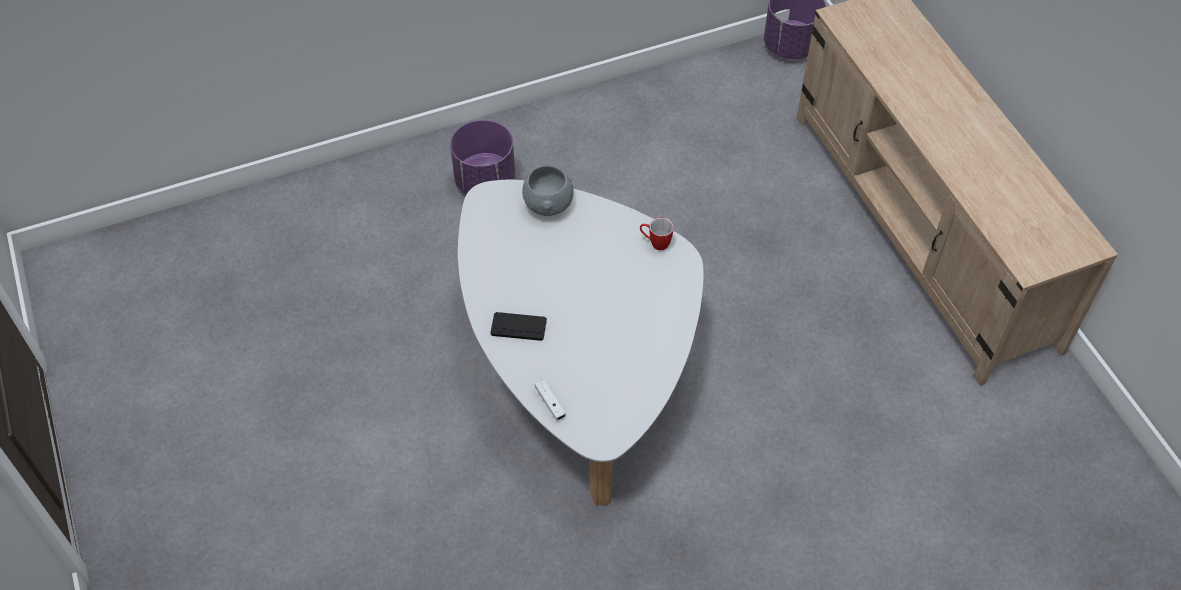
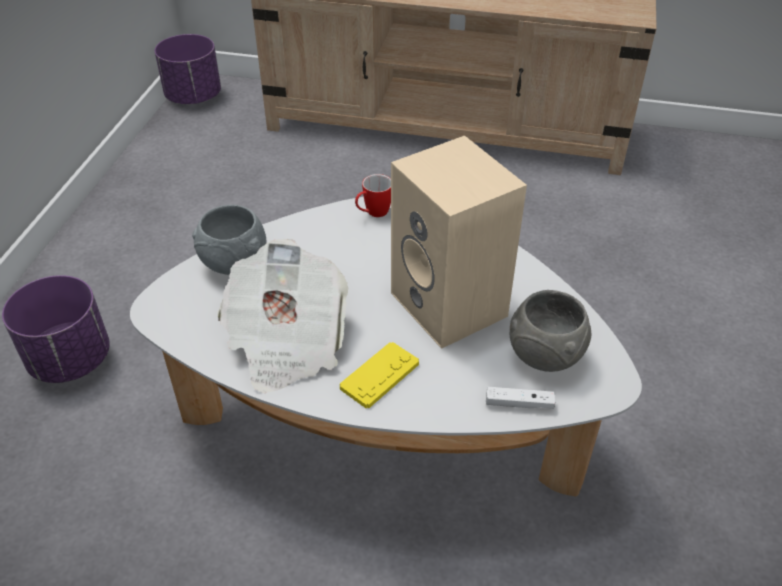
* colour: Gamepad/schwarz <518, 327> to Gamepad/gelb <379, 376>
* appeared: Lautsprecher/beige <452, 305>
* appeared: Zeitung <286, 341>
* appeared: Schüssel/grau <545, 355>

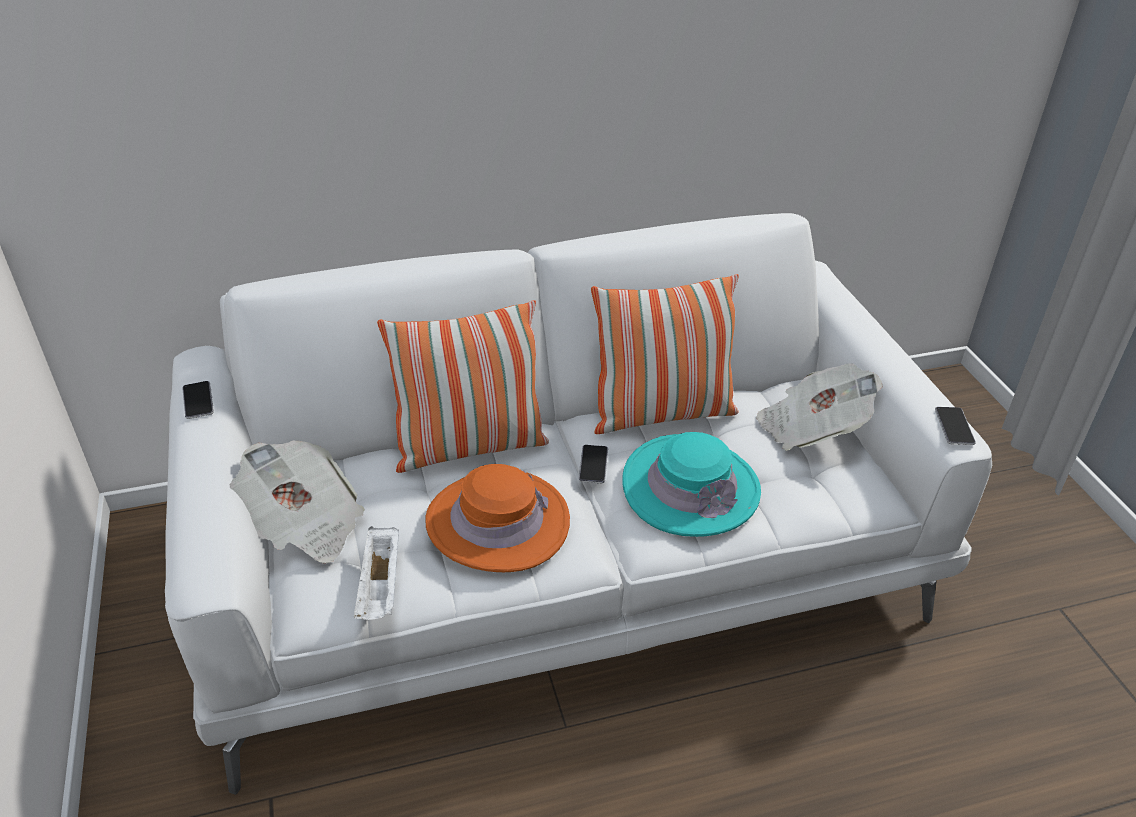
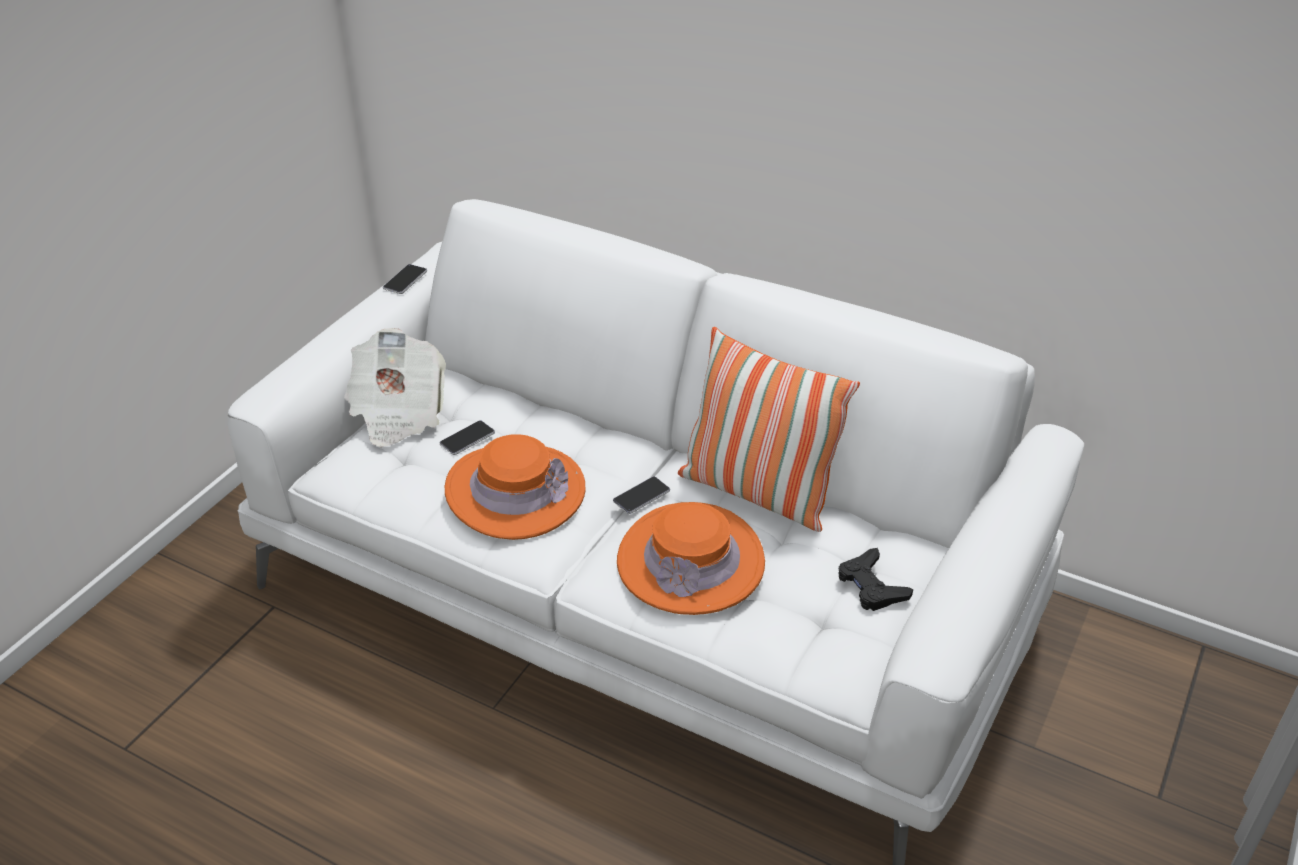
* missing: Kissen <470, 446>
* exchanged: Zeitung <811, 428> to Gamepad/schwarz <871, 586>
* relocated: Handy <954, 427> to <467, 438>
* colour: Hut/türkis <690, 487> to Hut/orange <691, 561>
* missing: Tablett/weiß <381, 587>

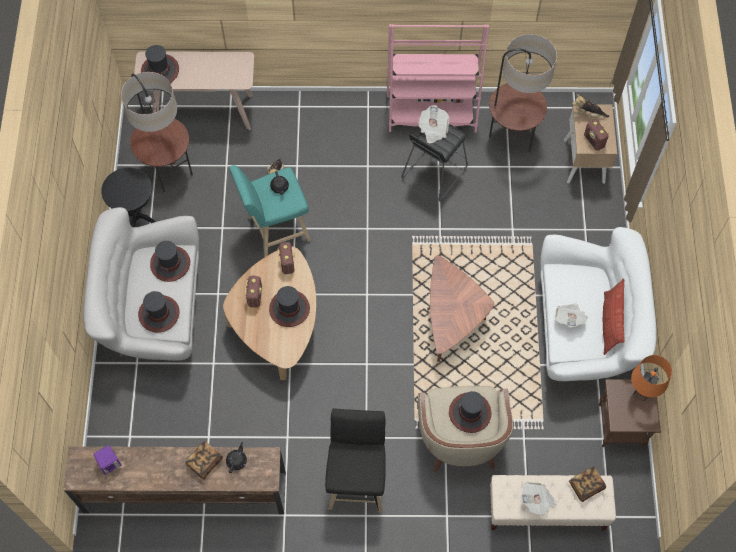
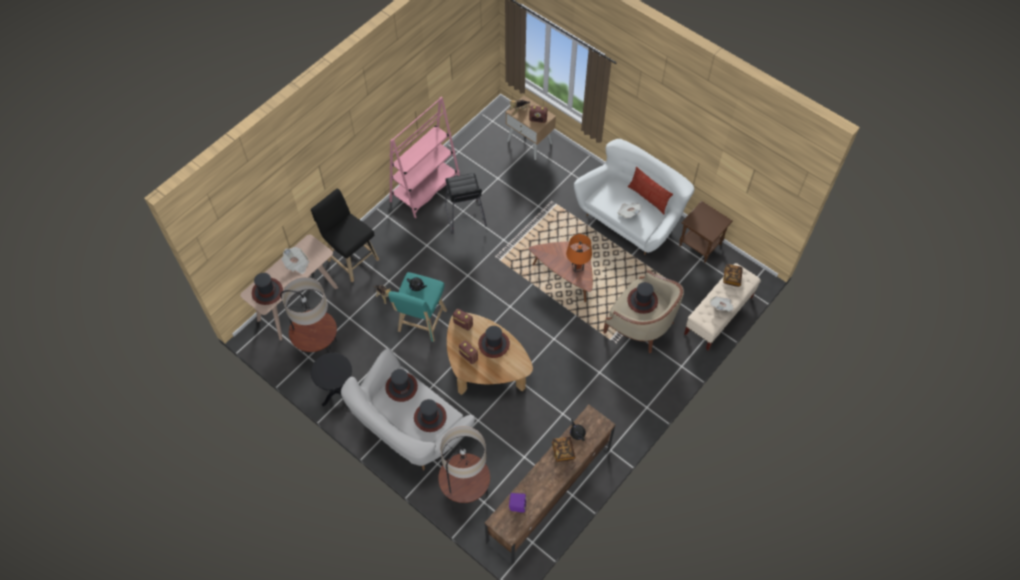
* relocated: Stehlampe <511, 137> to <466, 495>
* relocated: Zeitung <433, 129> to <297, 264>
* relocated: Tischlampe/orange <642, 392> to <577, 267>
* relocated: Hocker/schwarz <357, 480> to <351, 258>

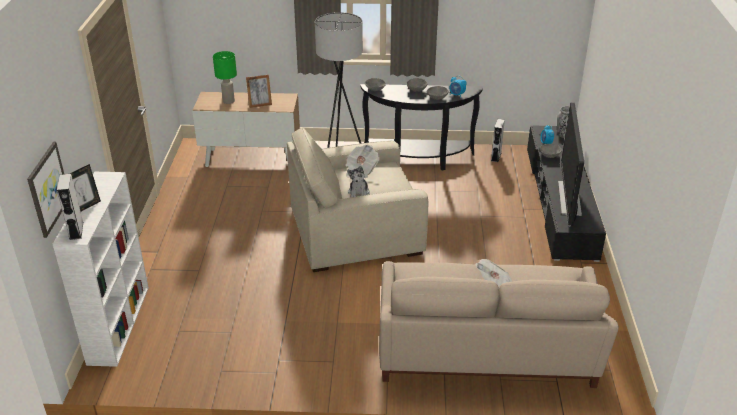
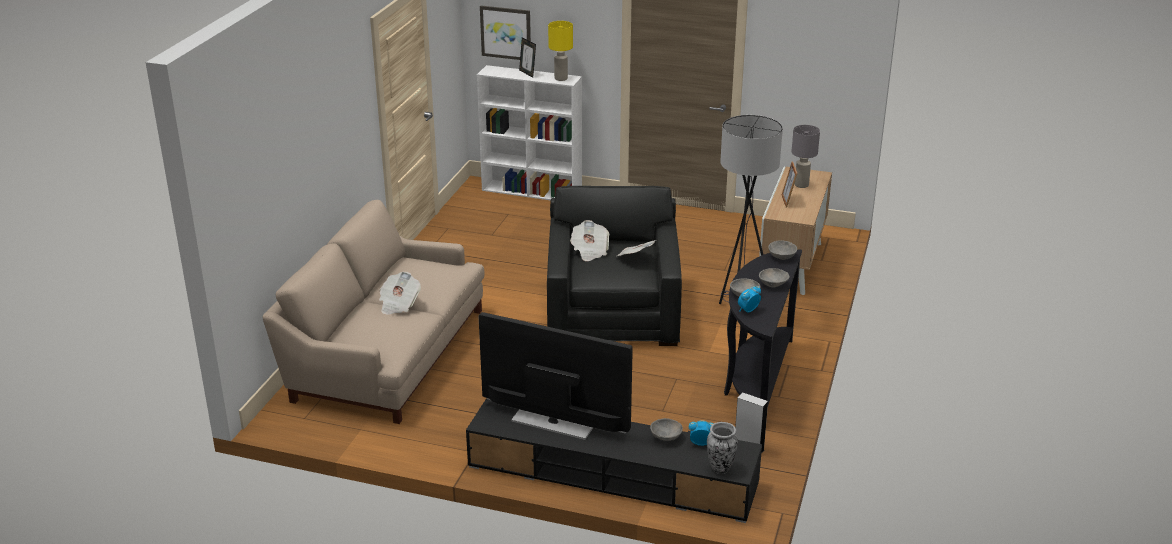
* colour: Tischlampe/grün <228, 101> to Tischlampe/grau <801, 185>
* colour: Sessel/beige <355, 231> to Sessel/schwarz <612, 311>
* exchanged: Plüschtier <359, 193> to Zeitung <590, 251>
* missing: Lautsprecher/grau <76, 230>
* appeared: Tischlampe/gelb <560, 78>

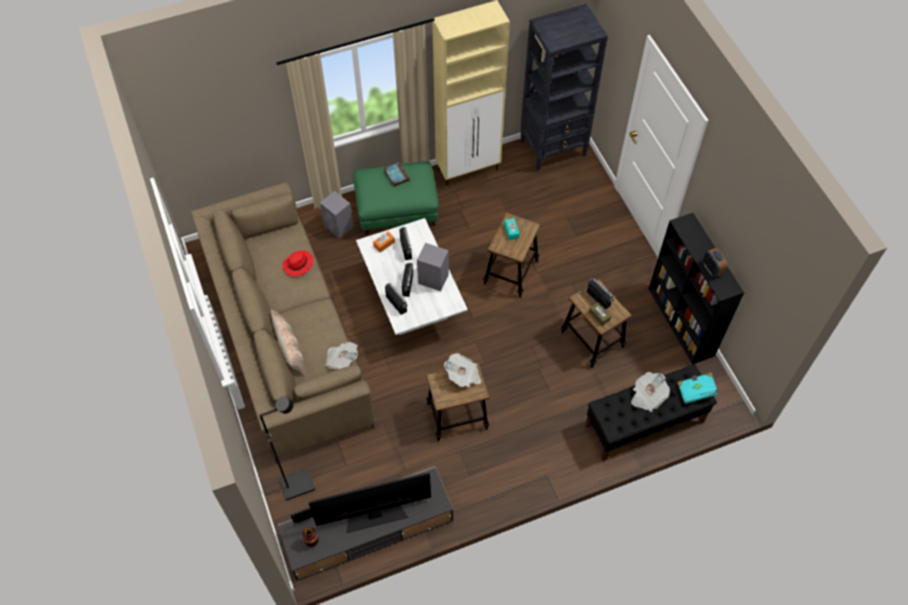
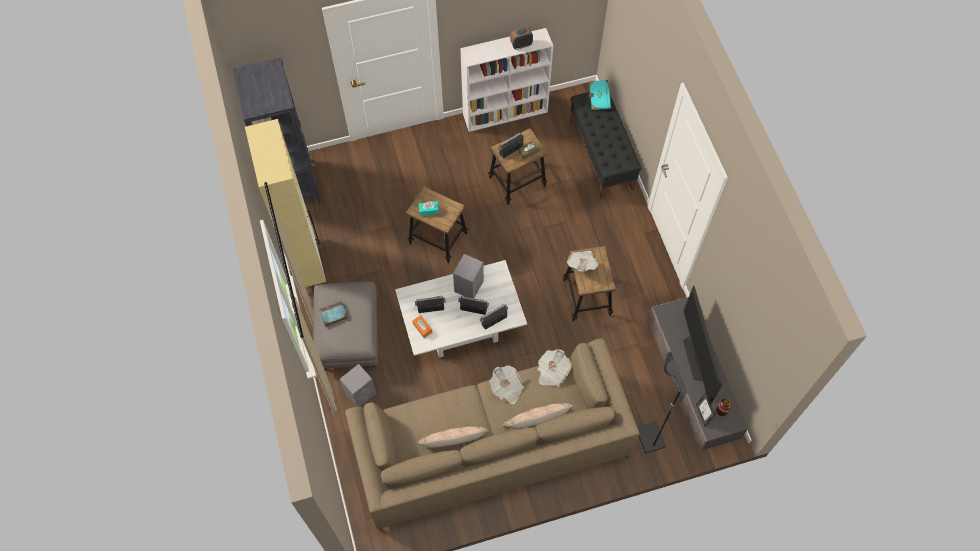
* colour: Polsterhocker/grün <397, 210> to Polsterhocker/grau <348, 335>
* colour: Bücherregal/schwarz <681, 322> to Bücherregal/weiß <506, 113>
* missing: Hut/rot <298, 265>
* relocated: Zeitung <647, 396> to <507, 388>
* appeared: Kissen <453, 440>

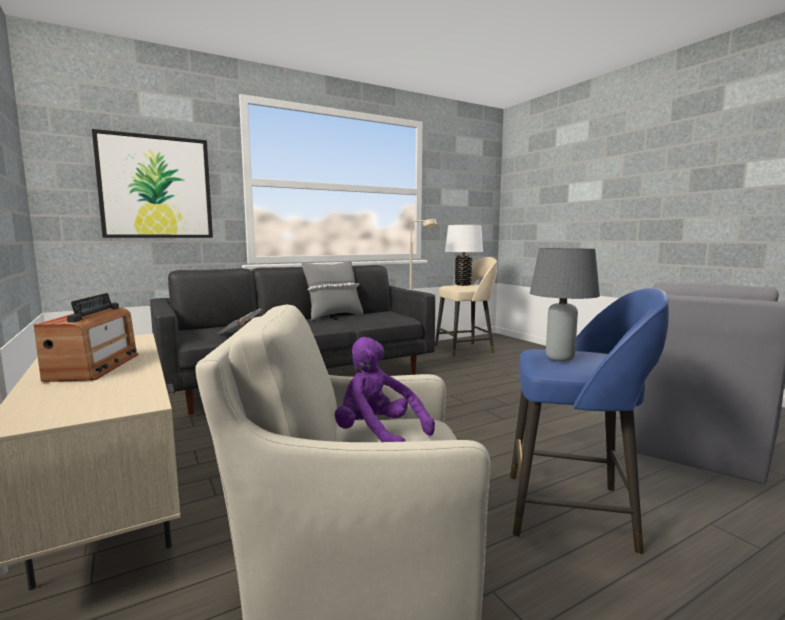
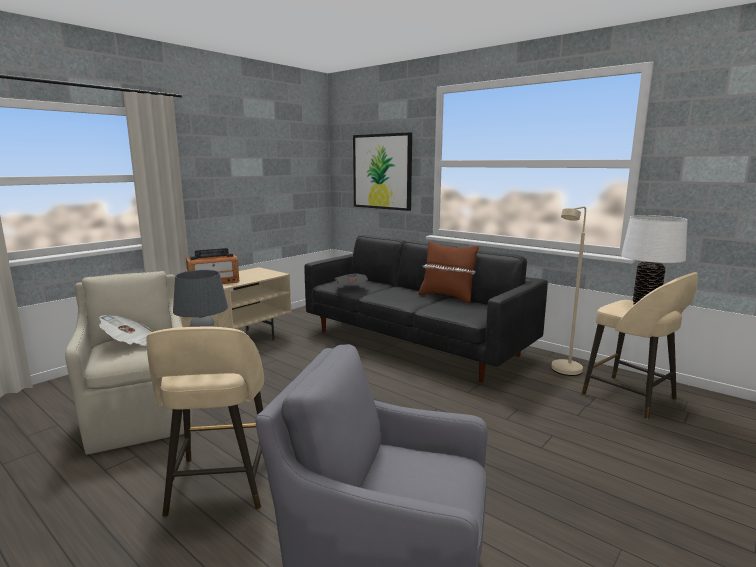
* colour: Kissen/grau <333, 316> to Kissen/braun <447, 297>
* colour: Hocker/blau <573, 511> to Hocker/beige <220, 485>
* exchanged: Plüschtier/lila <377, 436> to Zeitung <132, 344>

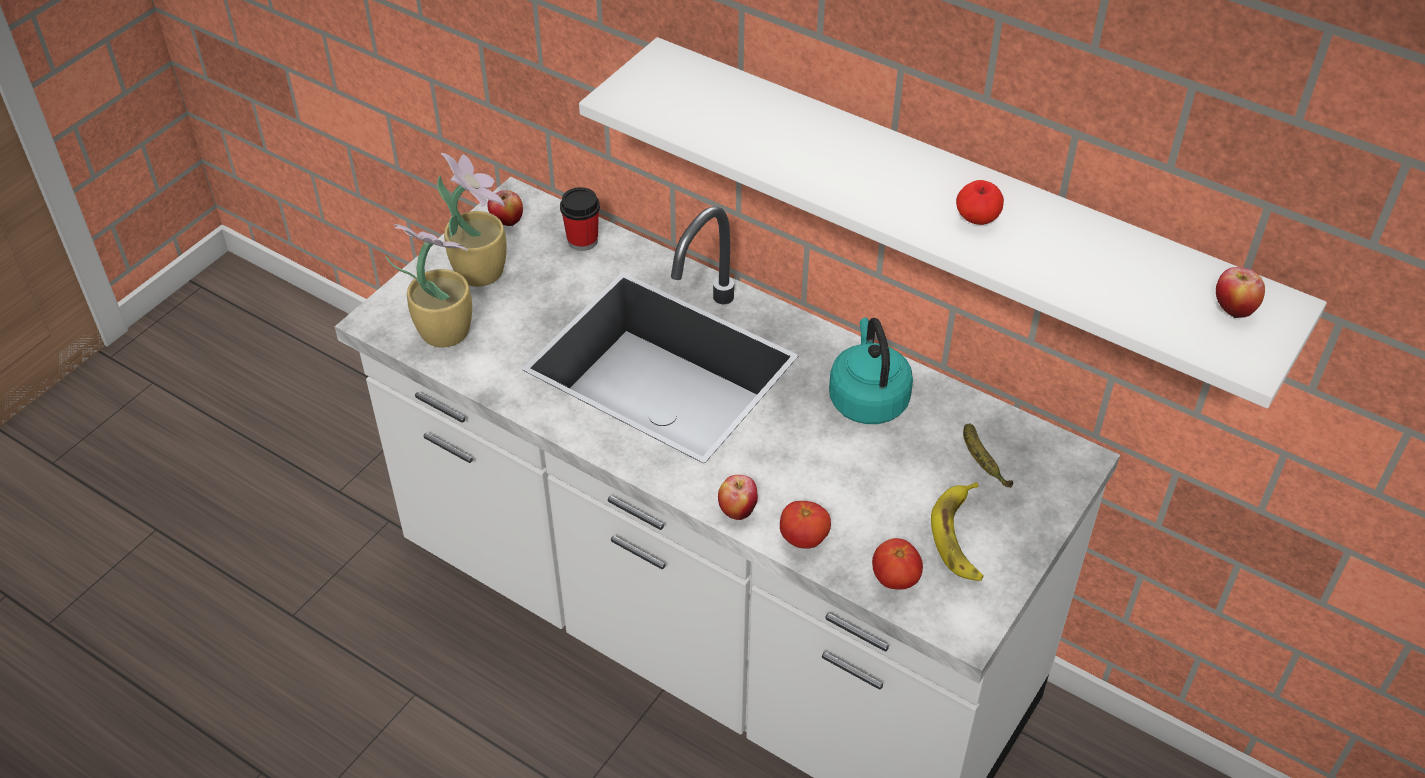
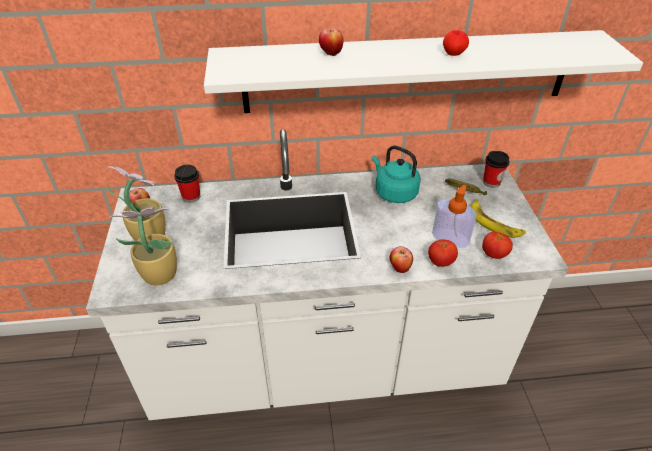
* relocated: Apfel <1233, 310> to <330, 54>
* appeared: Tasse <491, 182>
* appeared: Seifenspender <450, 238>

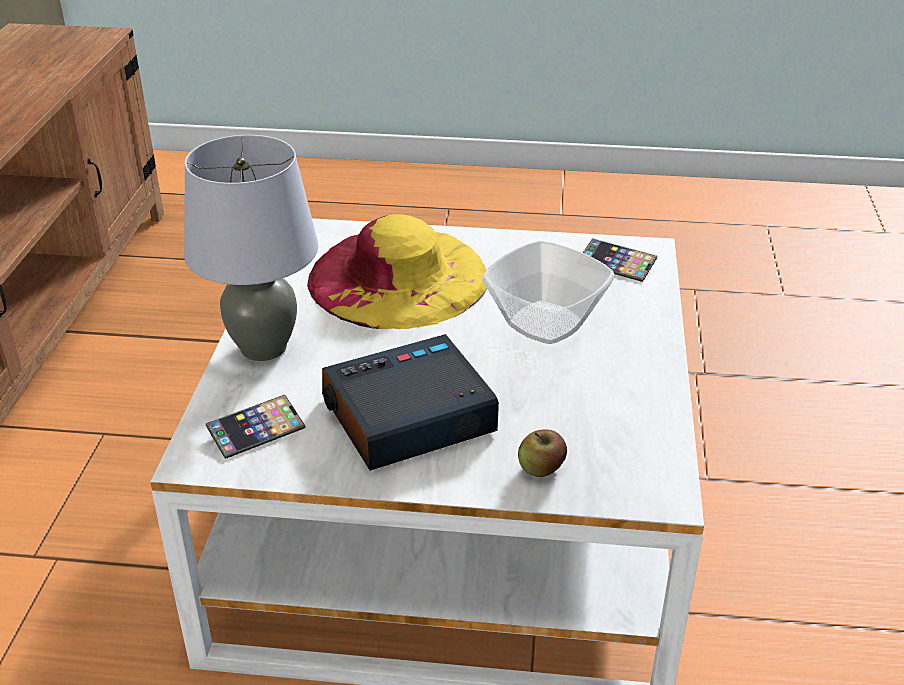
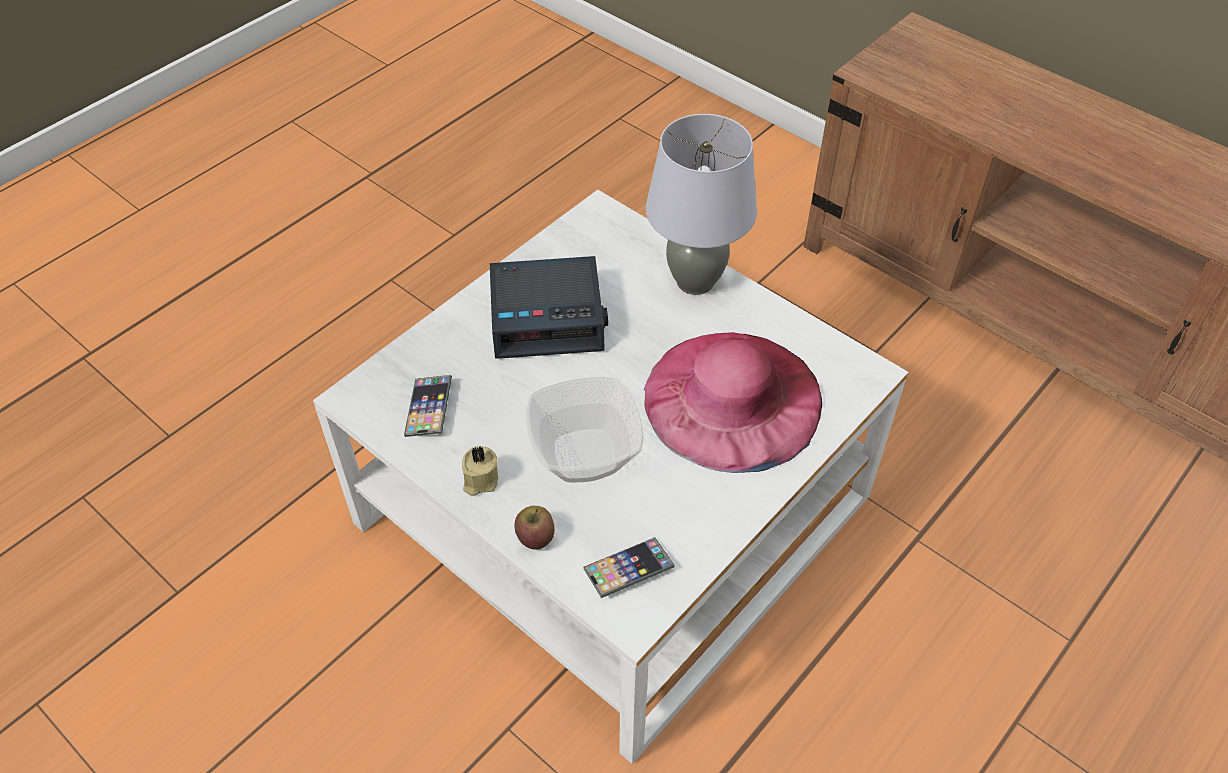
* colour: Hut/gelb <398, 278> to Hut/rosa <733, 399>
* spun: Wecker <407, 417> = <548, 316> 75 degrees clockwise
* relocated: Handy <256, 431> to <429, 409>
* relocated: Apfel <541, 469> to <535, 537>
* appeared: Kerze/beige <480, 480>

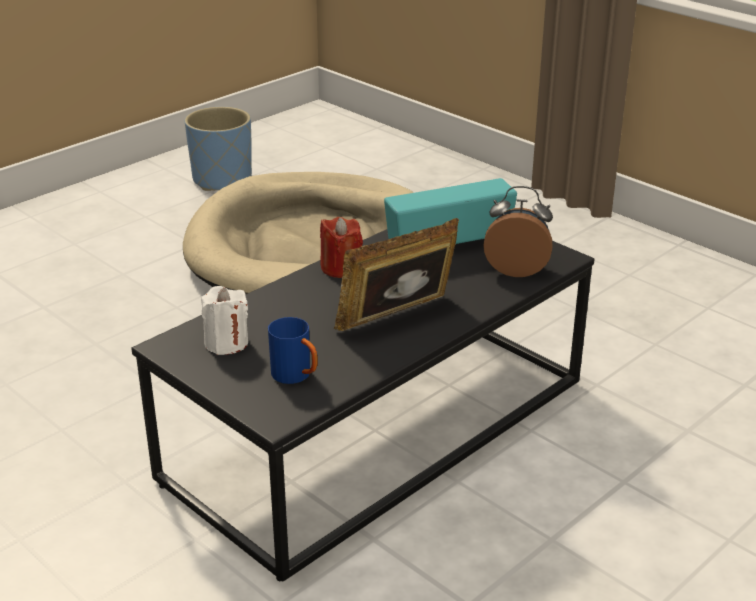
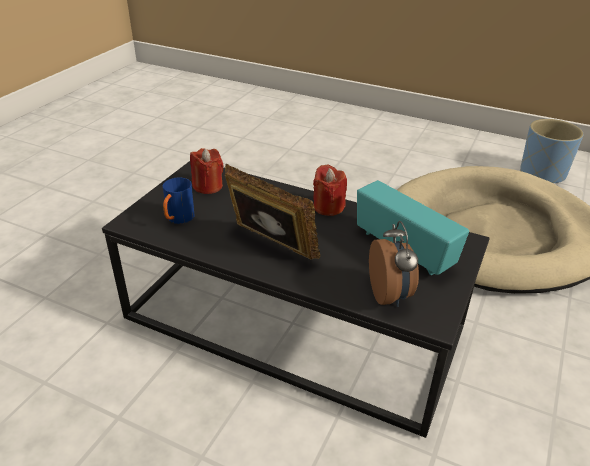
* colour: Kerze/weiß <226, 343> to Kerze/rot <208, 186>

